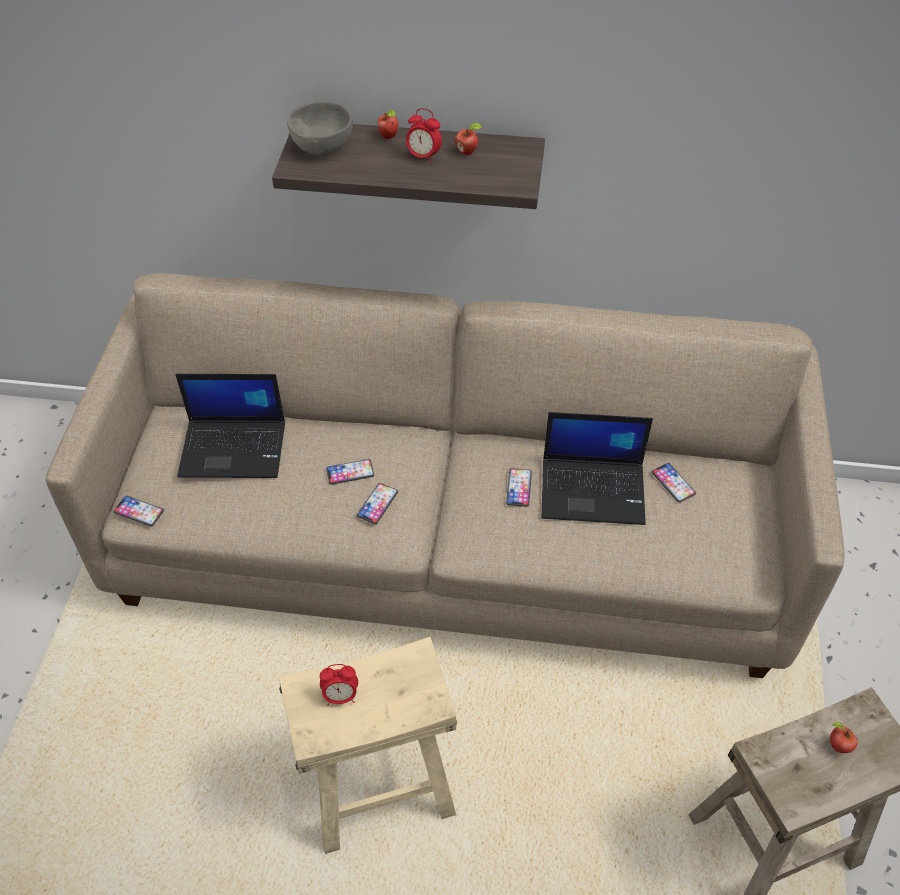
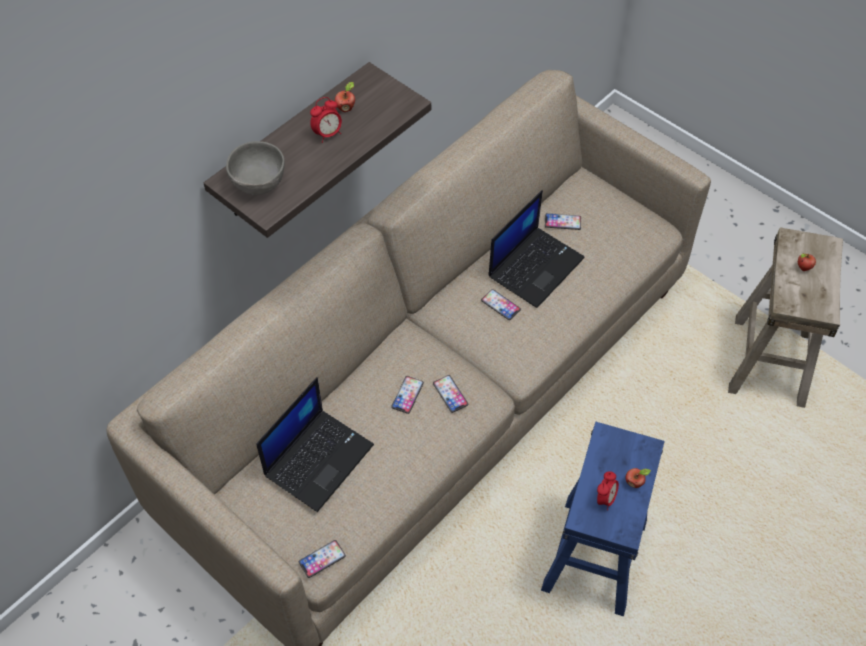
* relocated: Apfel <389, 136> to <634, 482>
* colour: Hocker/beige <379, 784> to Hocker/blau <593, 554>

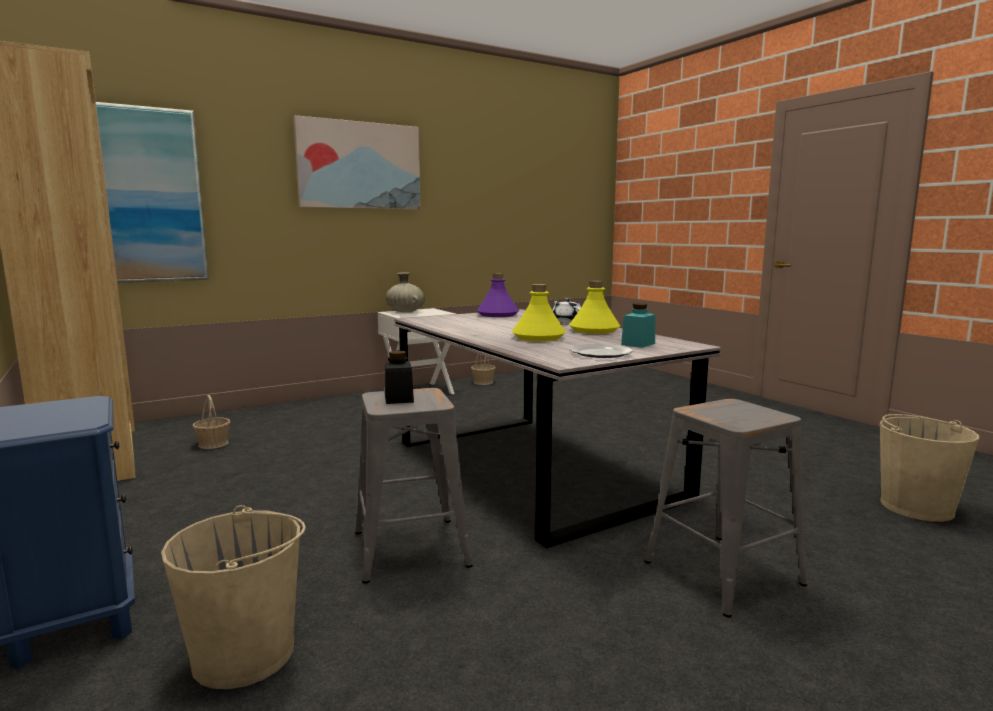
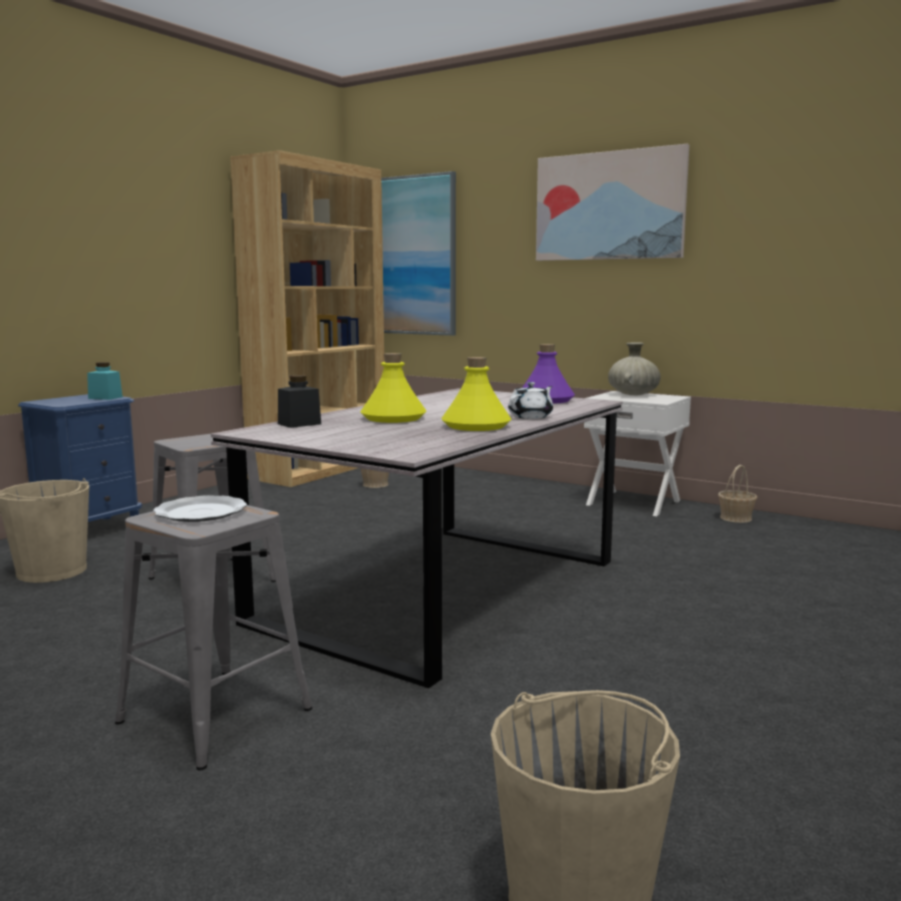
* relocated: Vorratsglas/türkis <638, 344> to <105, 398>
* relocated: Teller <601, 353> to <200, 513>
* relocated: Vorratsglas/schwarz <399, 398> to <299, 424>

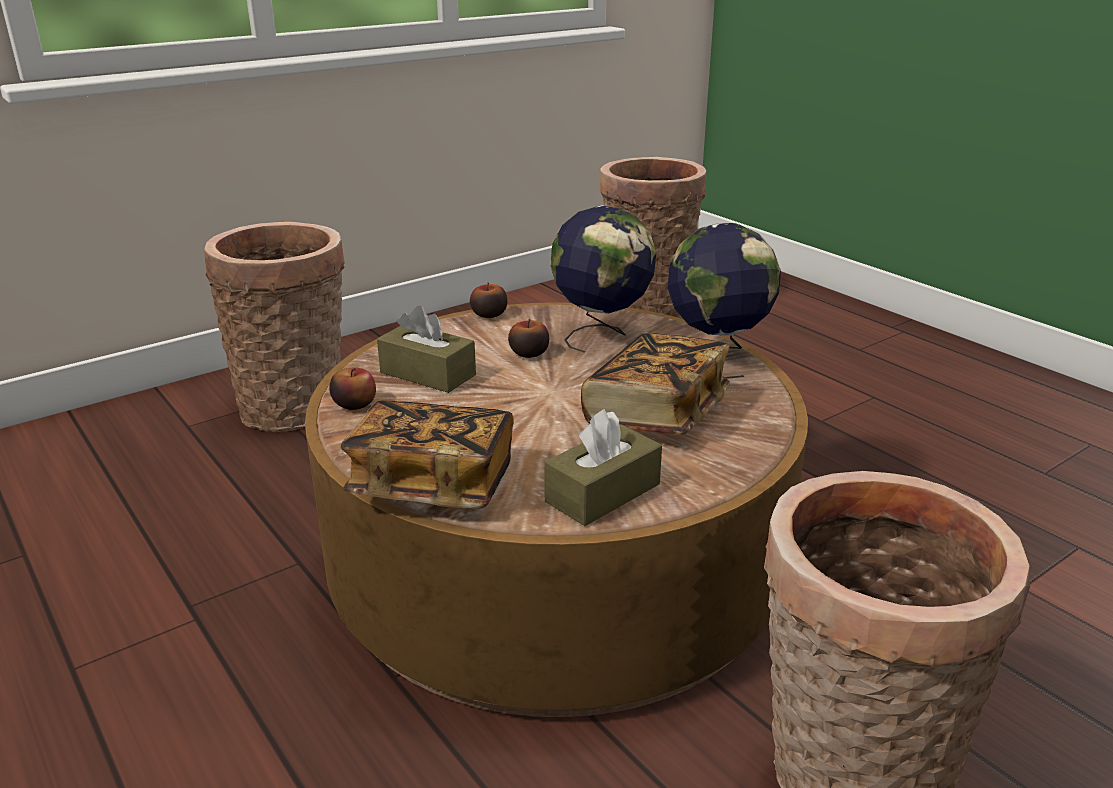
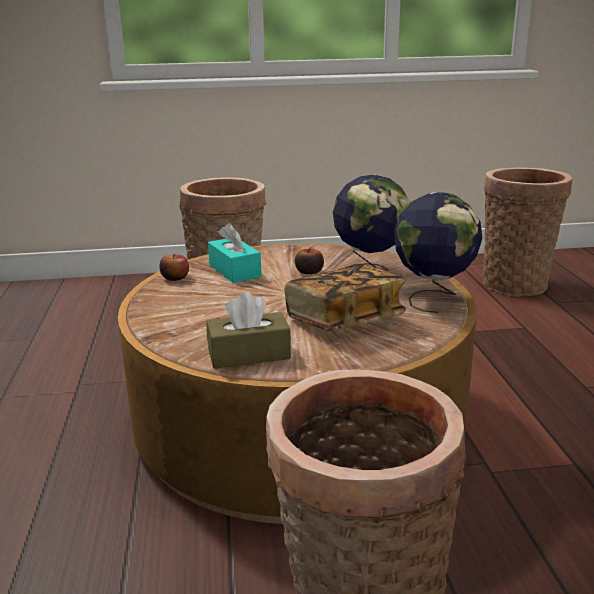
* missing: Apfel <489, 314>
* colour: Taschentuchbox/braun <427, 373> to Taschentuchbox/türkis <234, 271>
* missing: Buch <433, 484>

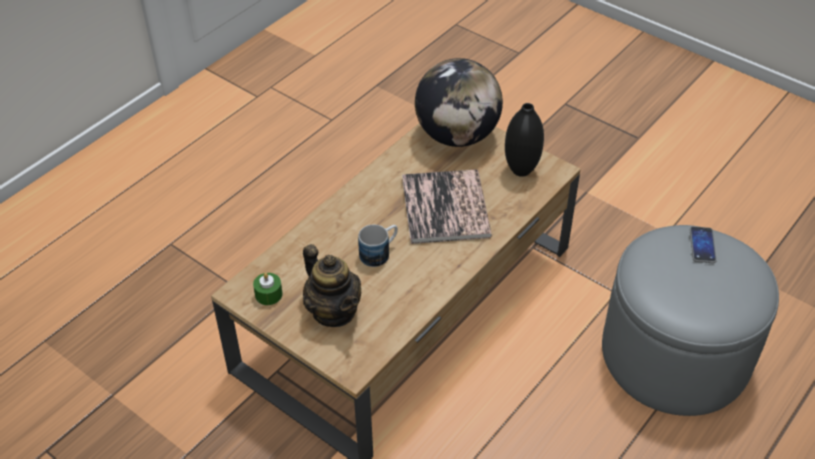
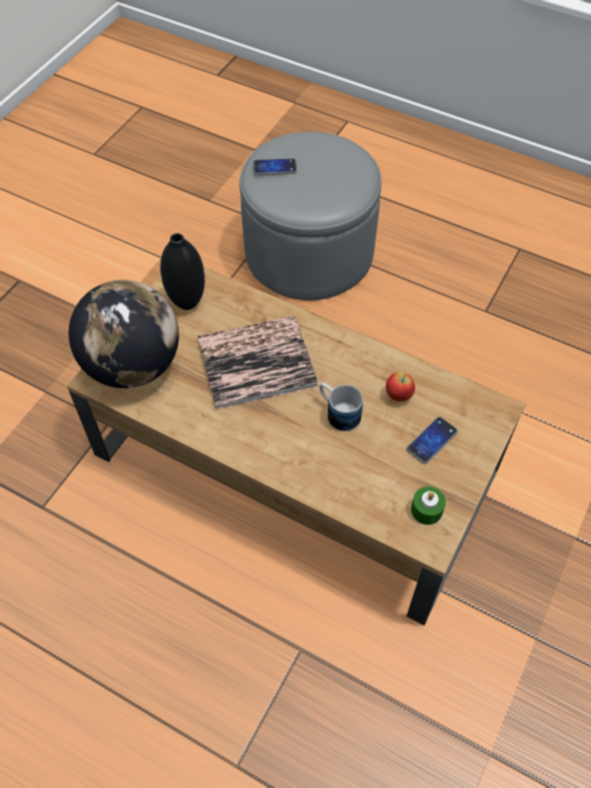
* exchanged: Teekanne <334, 311> to Handy <431, 440>
* appeared: Apfel <398, 396>

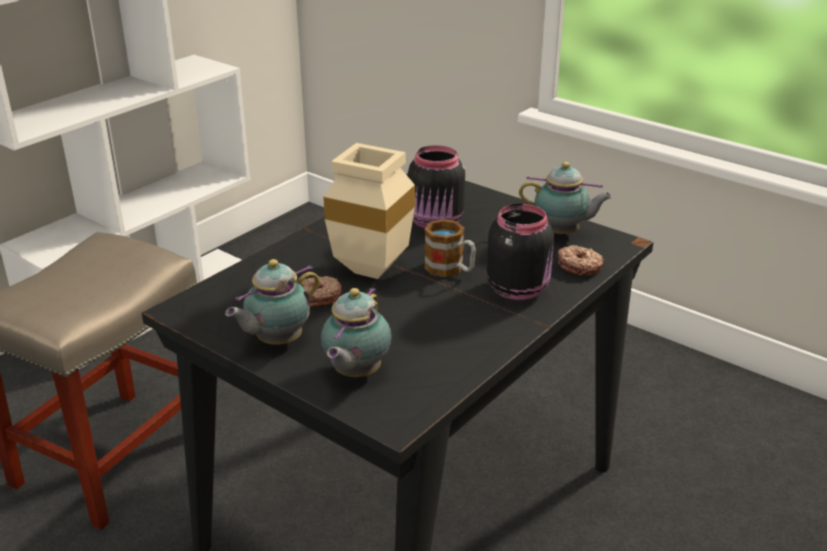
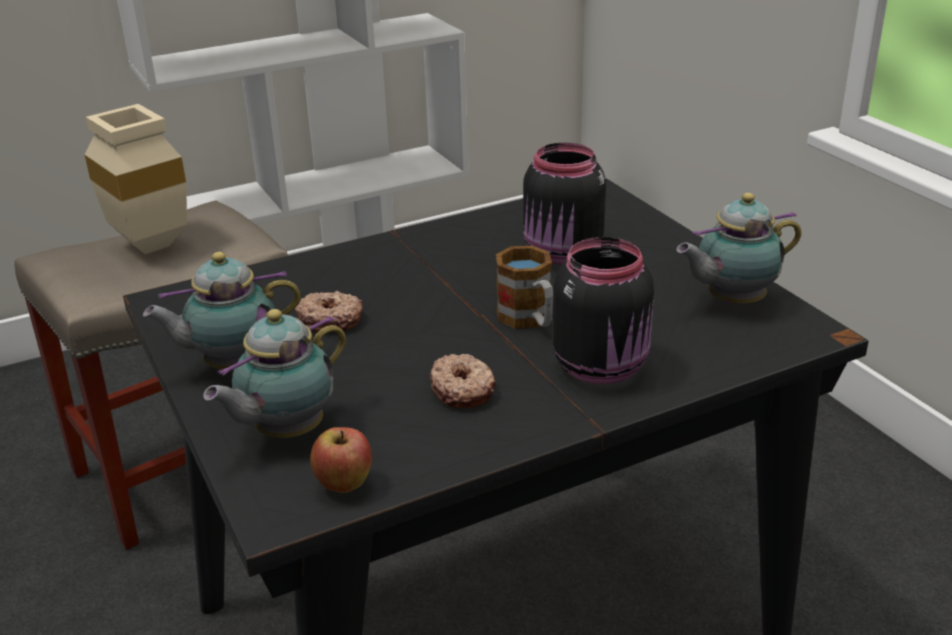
* relocated: Vase/beige <376, 270> to <155, 246>
* spun: Teekanne <562, 233> = <731, 301> 120 degrees clockwise
* relocated: Donut <579, 266> to <463, 390>
* appeared: Apfel <344, 486>

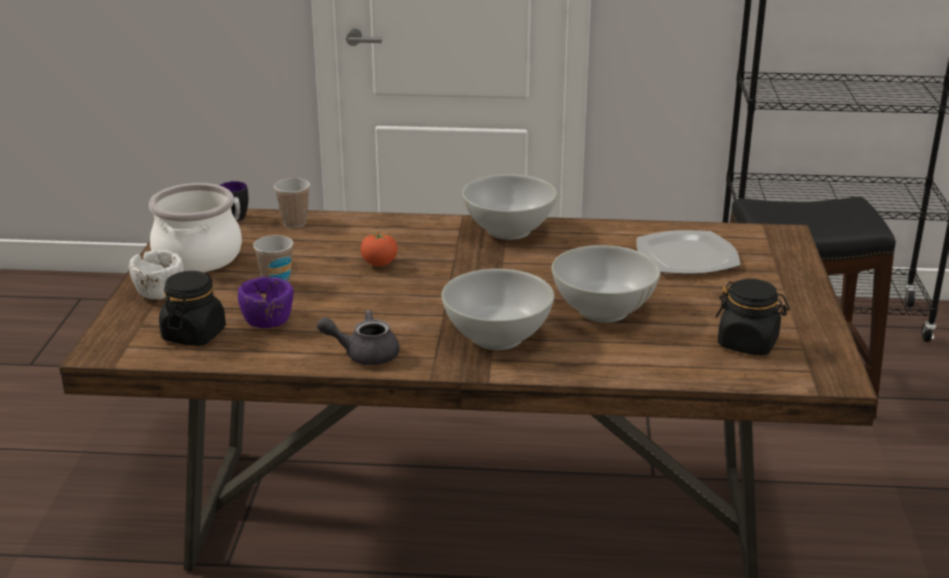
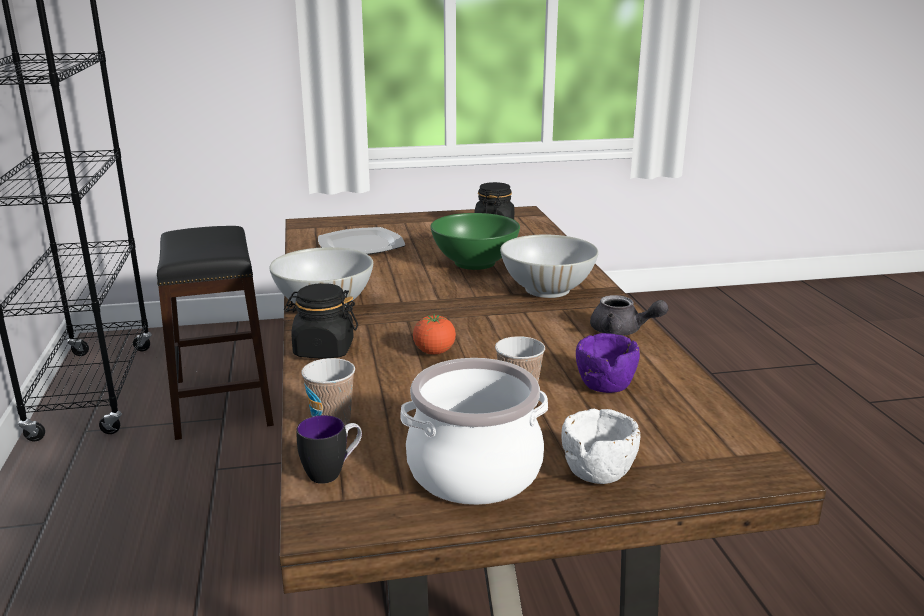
* colour: Schüssel/weiß <602, 310> to Schüssel/grün <474, 263>
* relocated: Vorratsglas/schwarz <194, 334> to <323, 350>
* spun: Teekanne/grau <364, 354> = <622, 331> 45 degrees counterclockwise

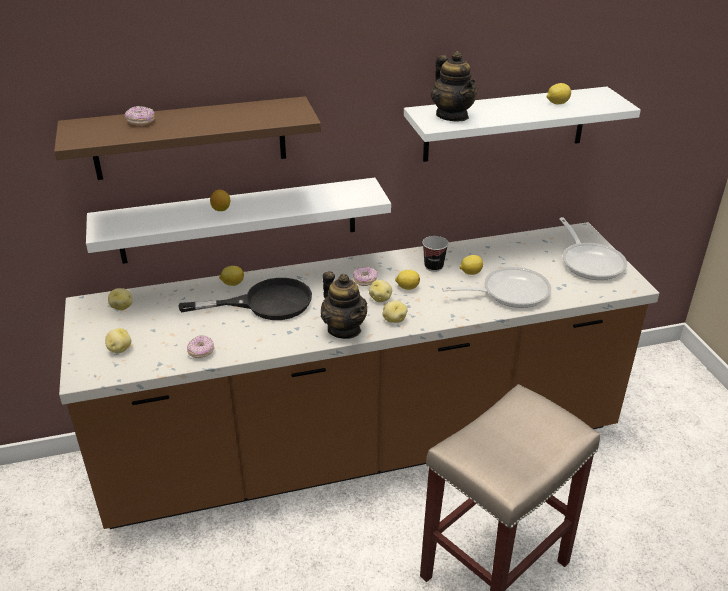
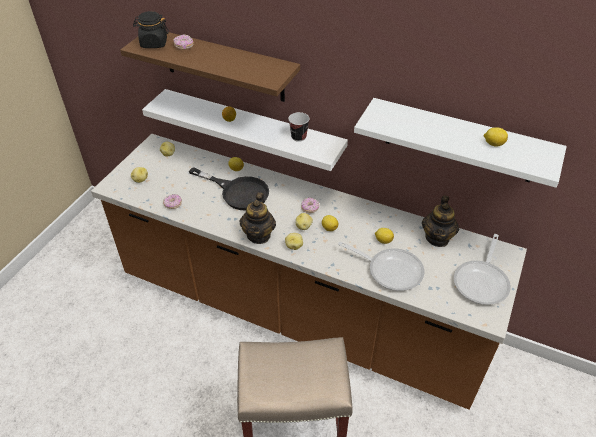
* relocated: Teekanne <452, 116> to <437, 238>
* relocated: Tasse <433, 266> to <298, 137>
* appeared: Vorratsglas/schwarz <153, 43>

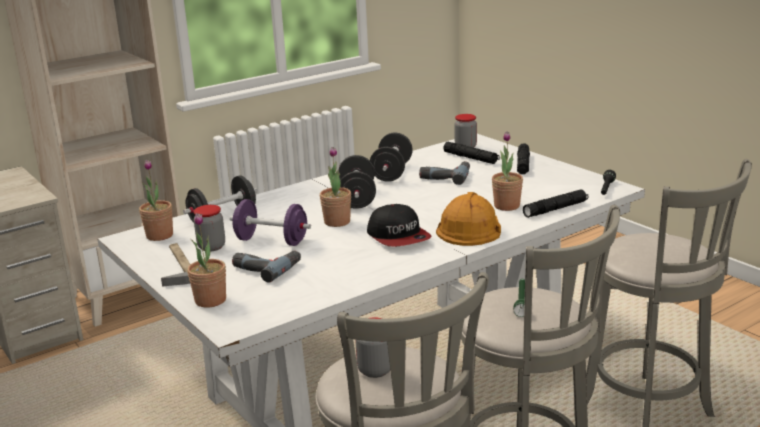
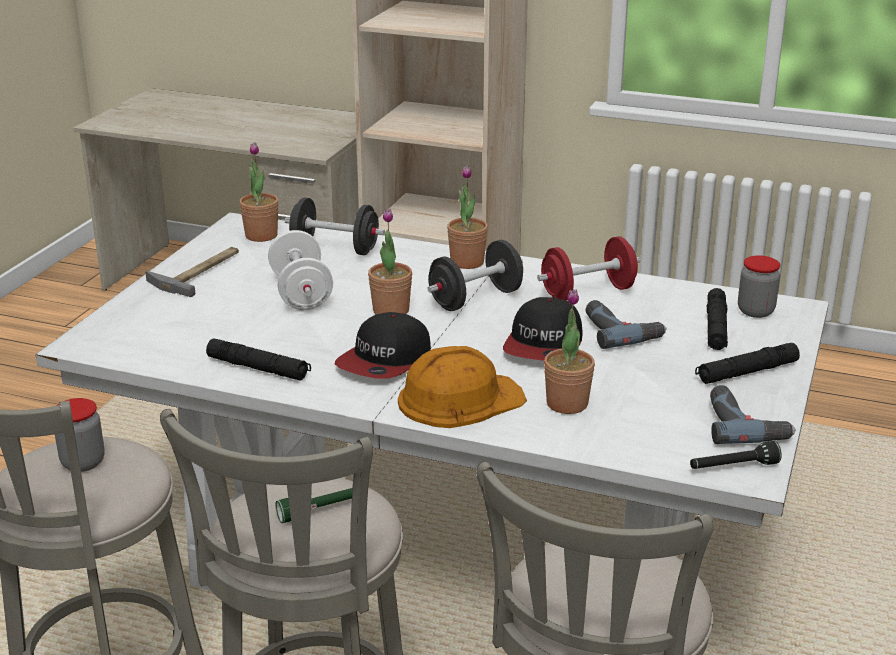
* colour: Hantel/schwarz <392, 172> to Hantel/rot <588, 292>
* relocated: Taschenlampe/schwarz <555, 209> to <258, 368>
* colour: Hantel/lila <271, 241> to Hantel/weiß <301, 293>
* missing: Vorratsglas <211, 247>
* relocated: Topfpflanze <210, 300> to <467, 262>
* relocated: Bohrmaschine <266, 267> to <744, 424>
* appeared: Kappe <544, 344>

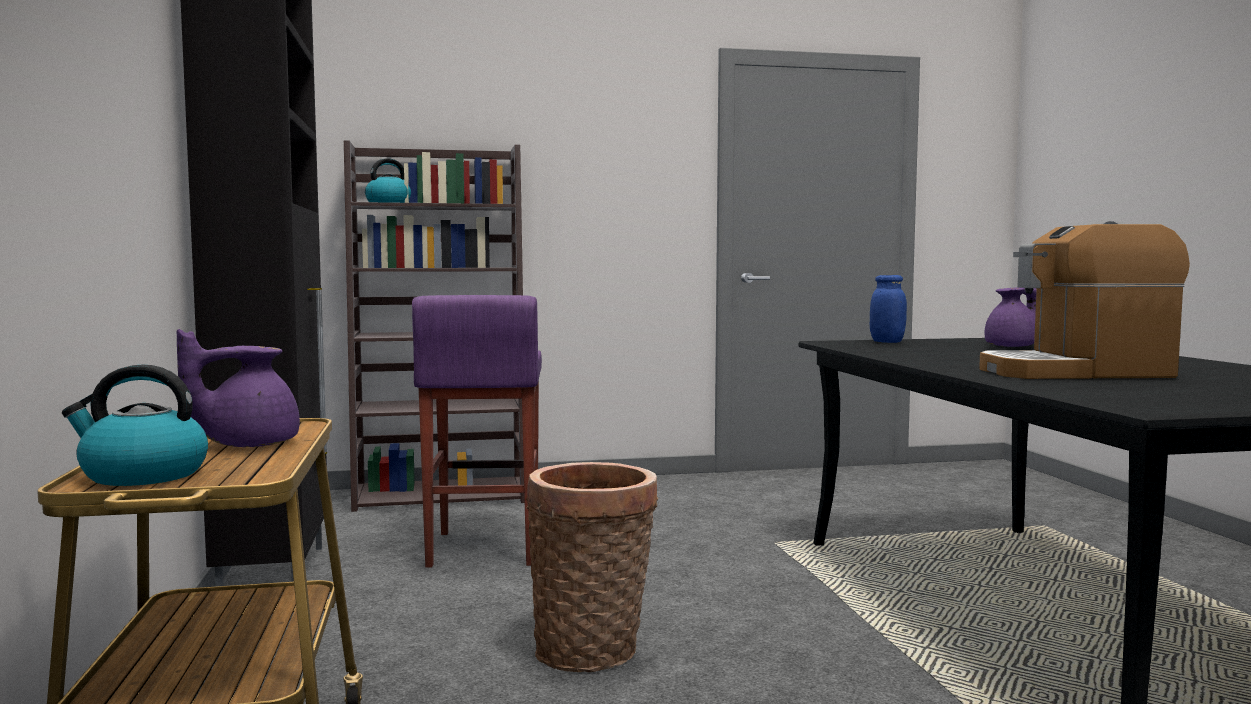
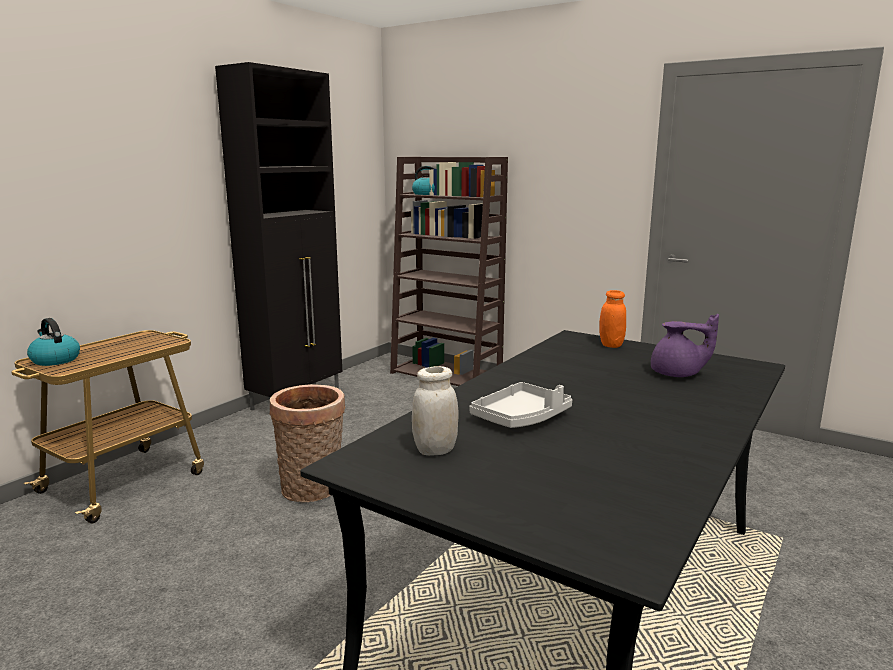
* exchanged: Kaffeemaschine <1075, 372> to Tablett/grau <521, 418>
* colour: Vorratsglas/blau <887, 342> to Vorratsglas/orange <611, 345>
* missing: Hocker/lila <482, 549>
* missing: Teekanne/lila <247, 444>
* appeared: Vorratsglas/weiß <435, 450>

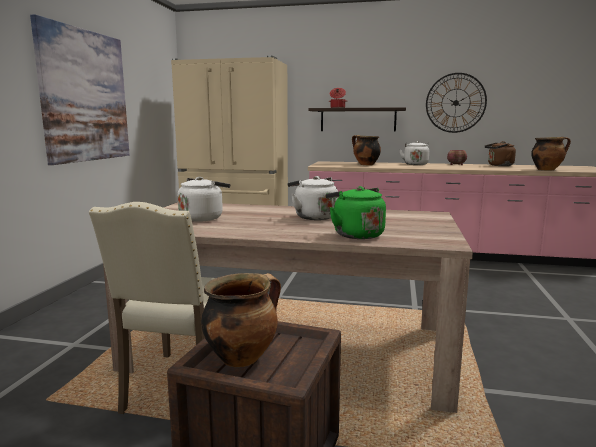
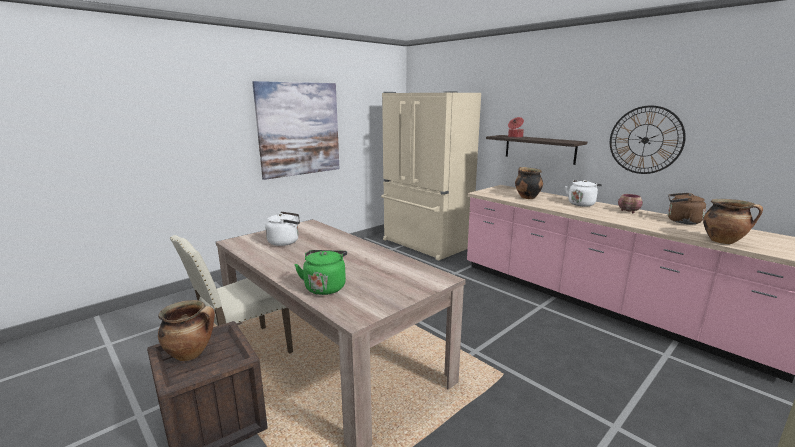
* missing: Wasserkessel/weiß <313, 217>

